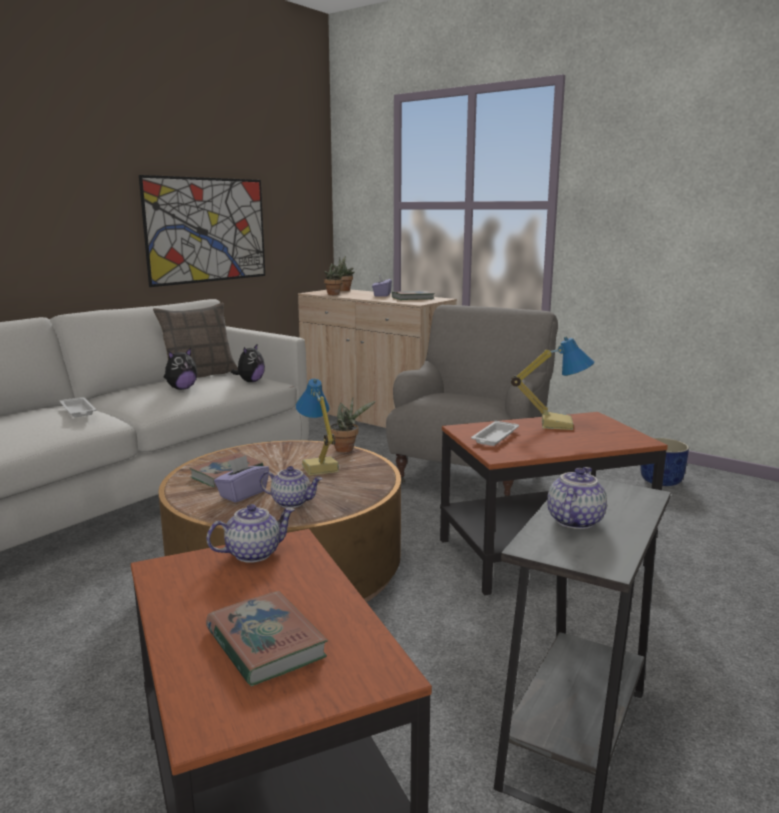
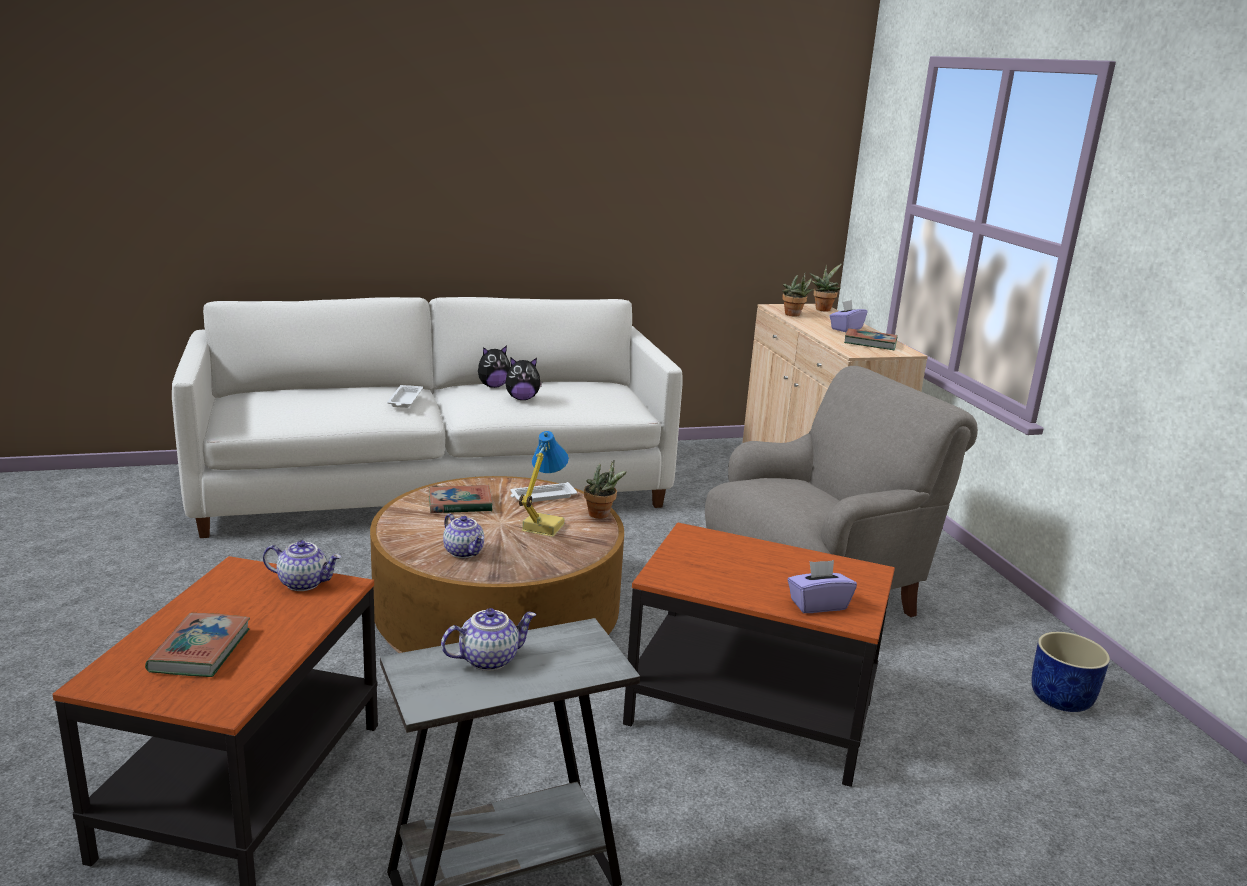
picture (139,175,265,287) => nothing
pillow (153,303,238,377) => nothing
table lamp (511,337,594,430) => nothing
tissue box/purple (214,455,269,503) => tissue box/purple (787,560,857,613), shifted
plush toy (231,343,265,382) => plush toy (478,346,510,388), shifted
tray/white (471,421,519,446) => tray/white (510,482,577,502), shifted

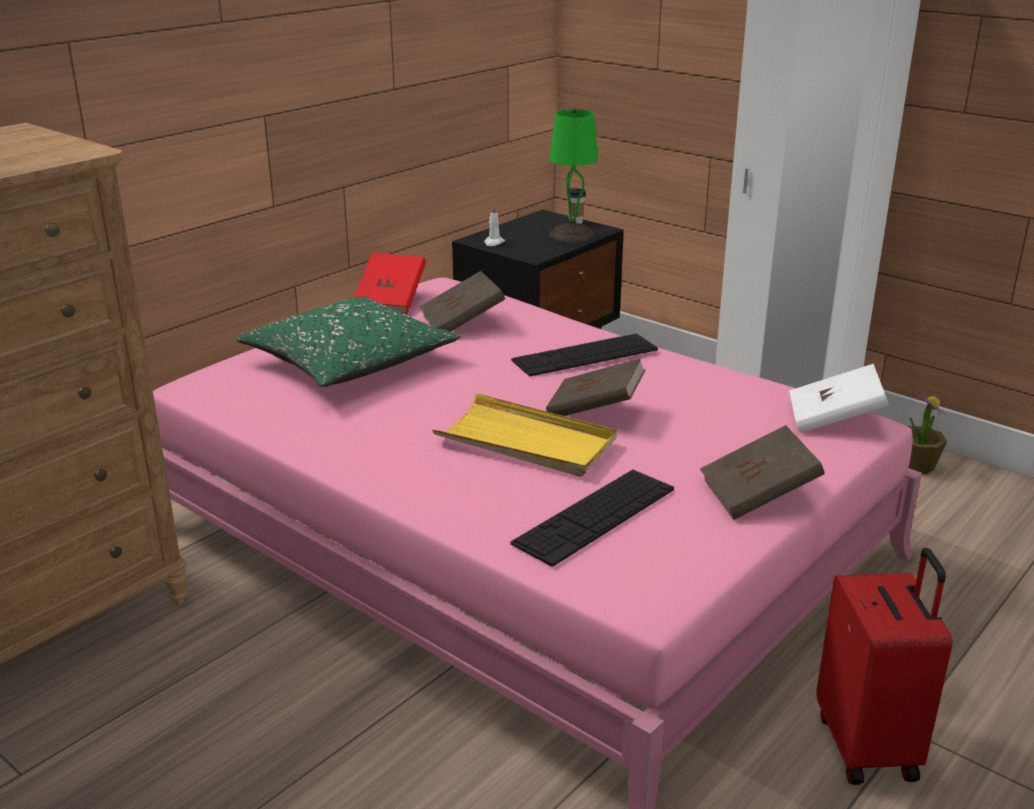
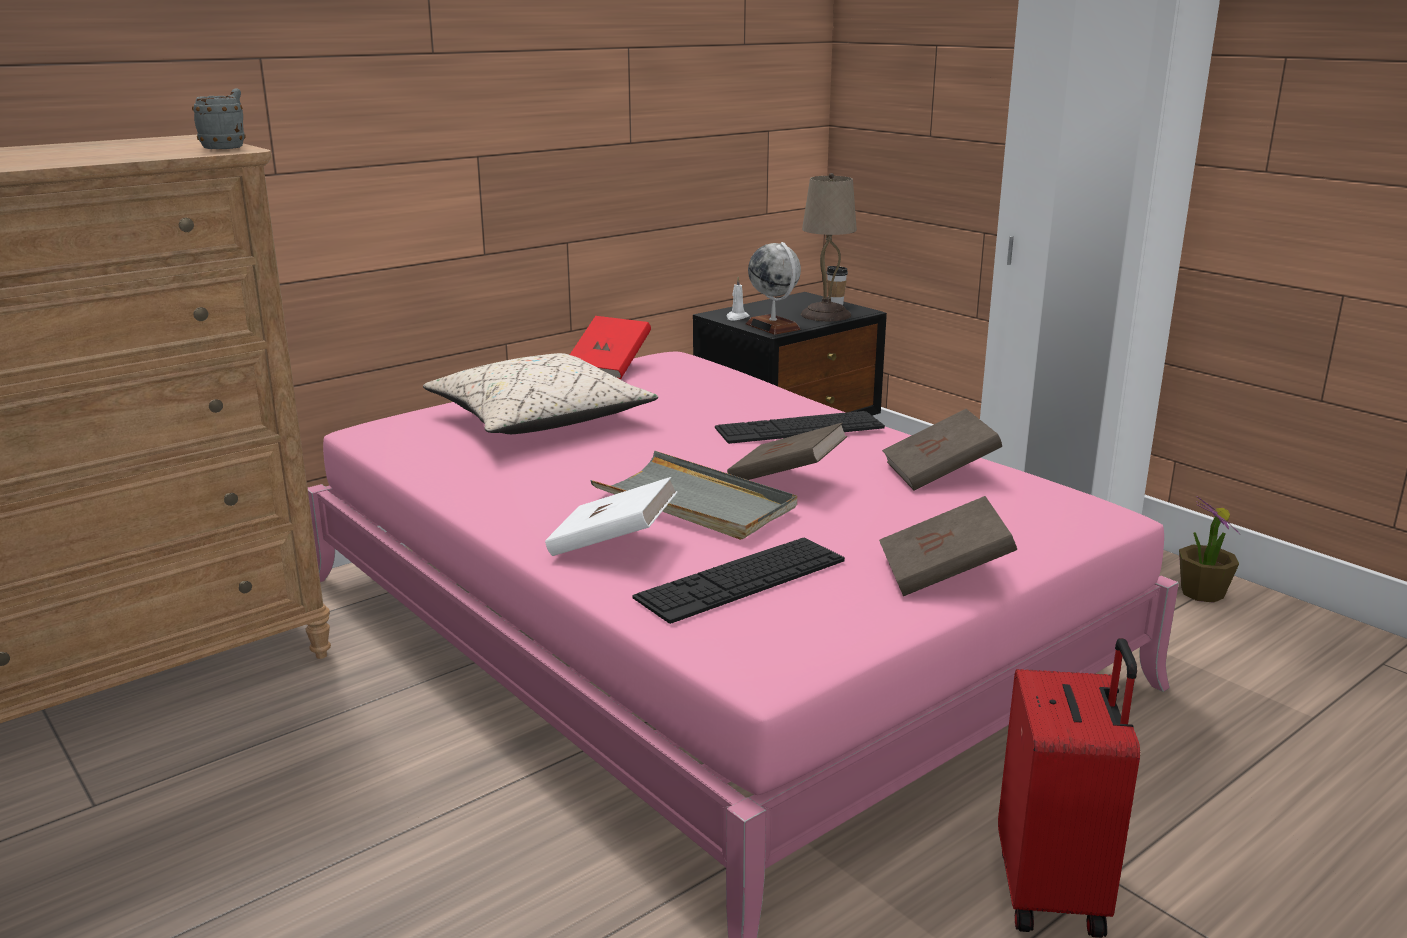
nothing => mug/grey (192,88,246,149)
nothing => globe (746,242,801,335)
book/brown (419,271,505,332) => book/brown (882,409,1002,491), shifted
book/white (789,364,889,433) => book/white (545,477,678,556), shifted
pillow/green (236,296,460,387) => pillow/beige (423,353,659,434)
tray/yellow (432,393,617,477) => tray/grey (590,451,797,540)
table lamp/green (549,108,598,243) => table lamp/beige (801,173,857,321)

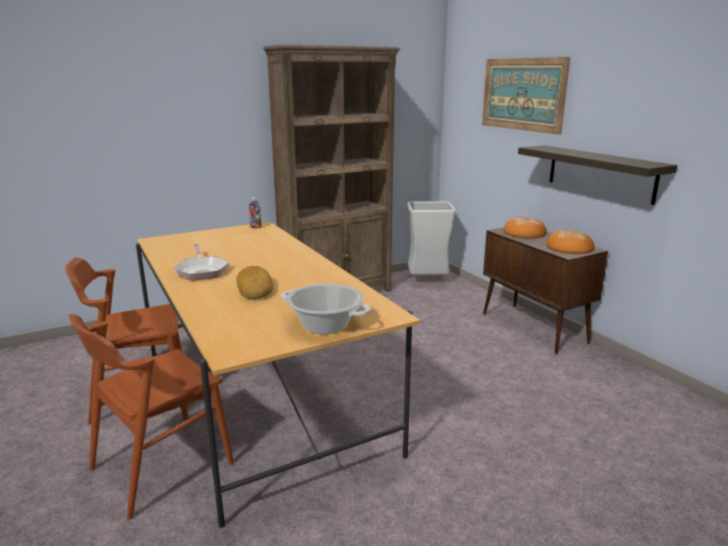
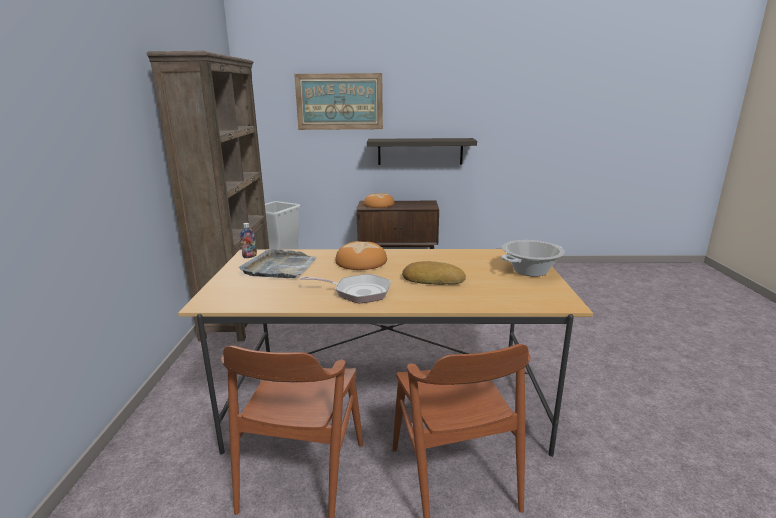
nothing => tray/grey (239,249,317,278)
bread (546,230,594,254) => bread (335,241,387,270), shifted

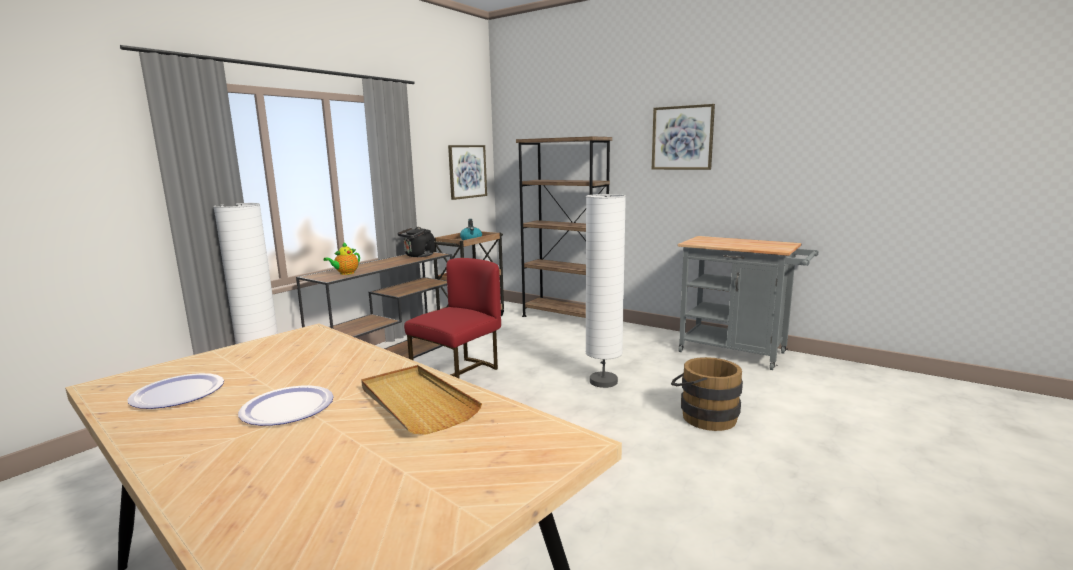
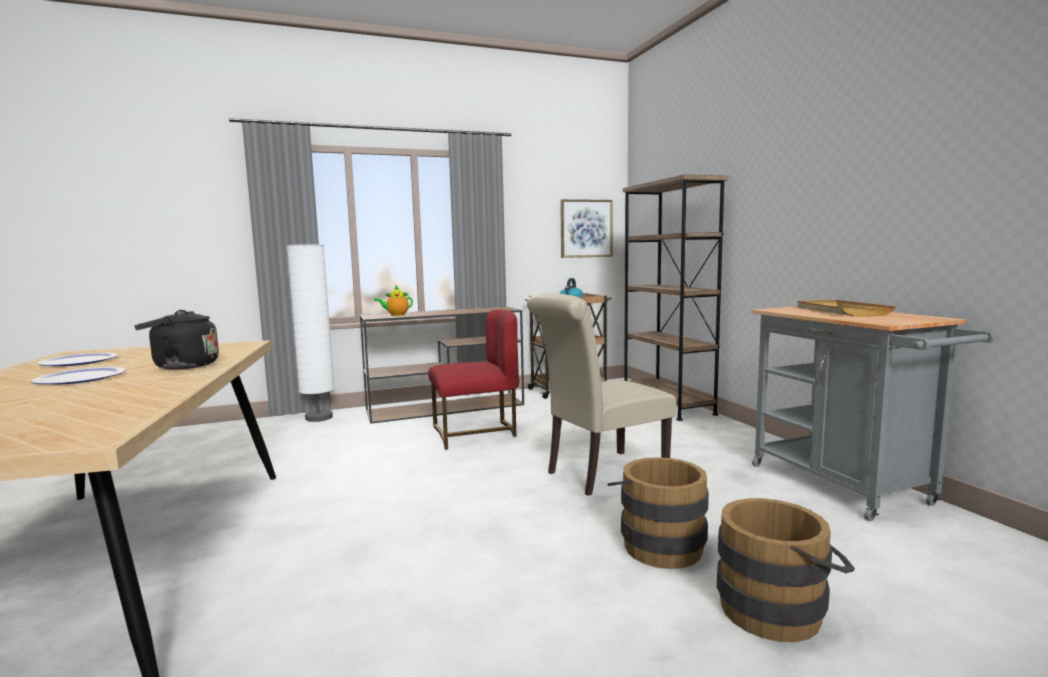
picture (652,104,715,170) => nothing
nothing => bucket/brown (717,498,855,642)
tray/beige (361,365,482,435) => tray/beige (797,300,896,317), shifted
kettle/black (397,227,435,257) => kettle/black (134,310,219,370), shifted
floor lamp/white (585,194,626,388) => chair/beige (527,293,676,496)

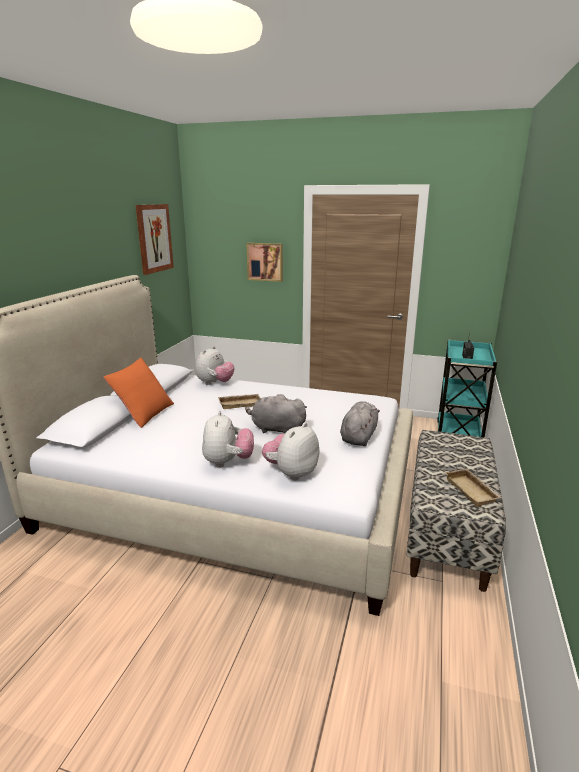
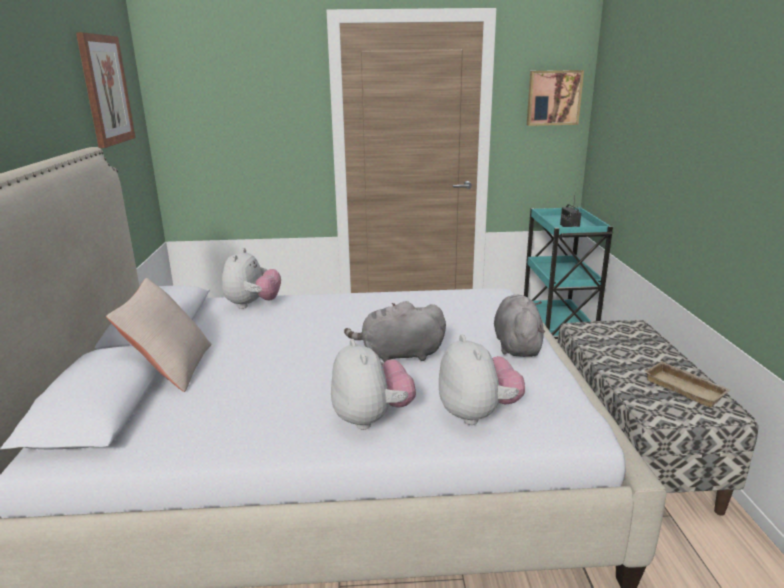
tray/beige (218,394,261,409) => nothing
picture (246,243,283,282) => picture (527,70,584,126), shifted
pillow/orange (104,358,174,428) => pillow/beige (106,277,211,392)
plush toy (262,422,319,481) => plush toy (439,334,525,425), 150 degrees clockwise

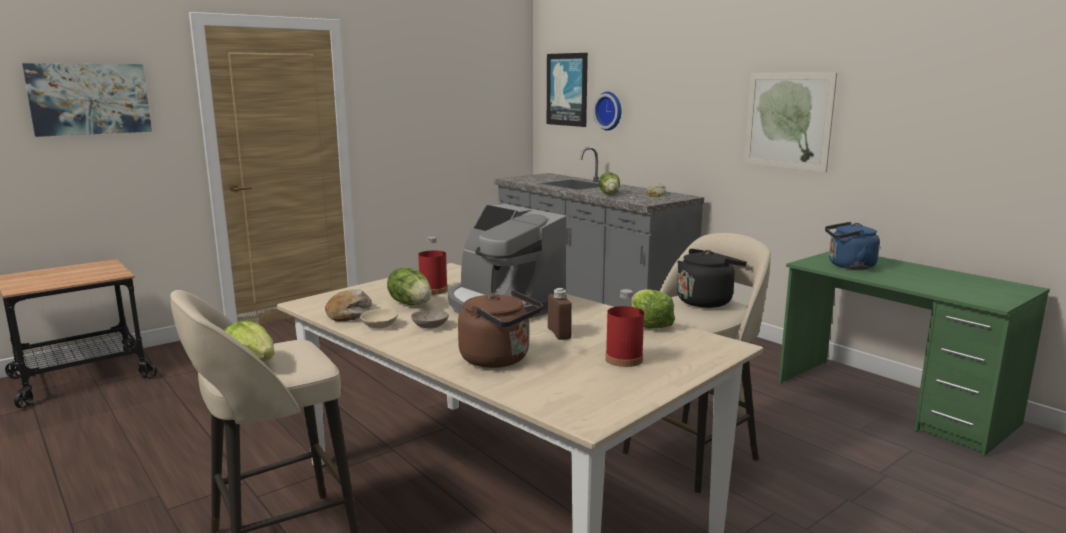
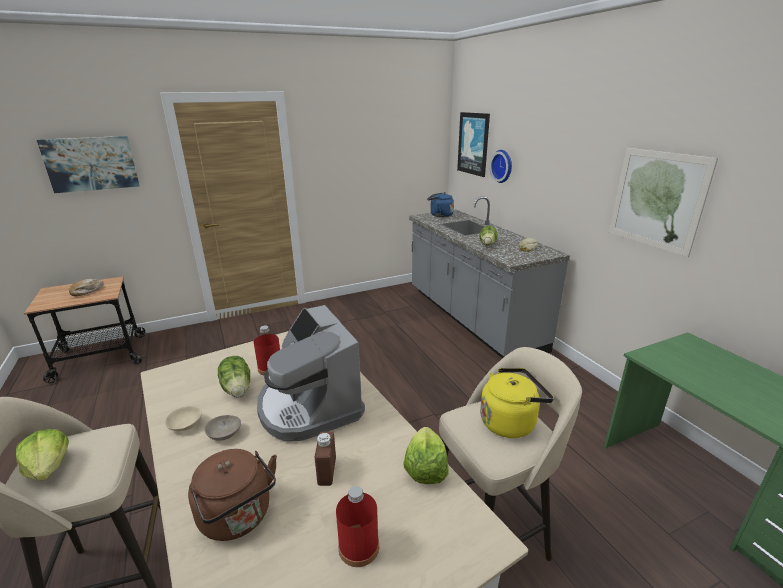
bread (325,289,372,321) => bread (69,279,104,296), shifted
kettle/blue (825,222,880,270) => kettle/blue (427,192,454,217), shifted
kettle/black (677,249,747,308) => kettle/yellow (480,368,554,438)

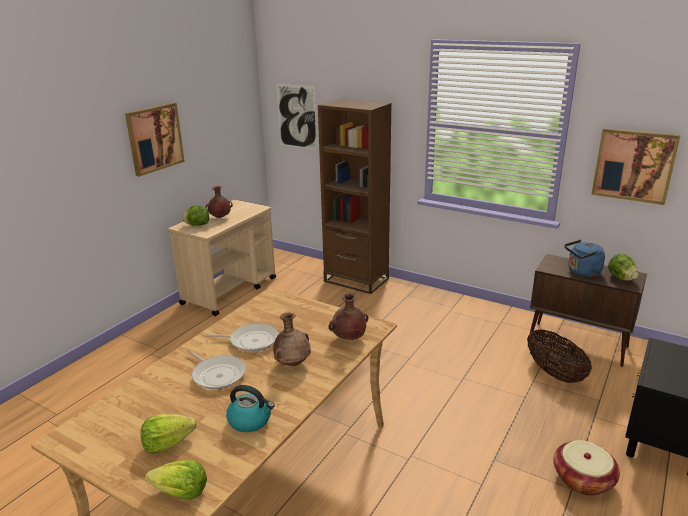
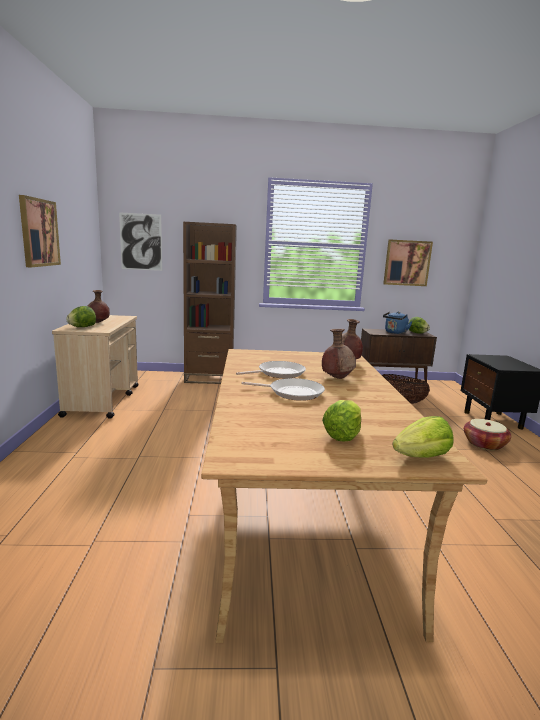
kettle (226,385,274,432) => nothing

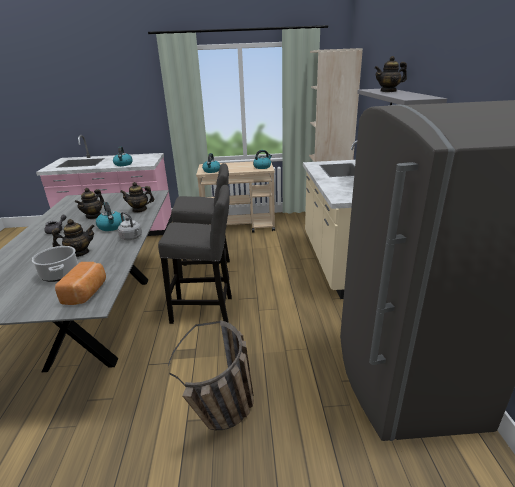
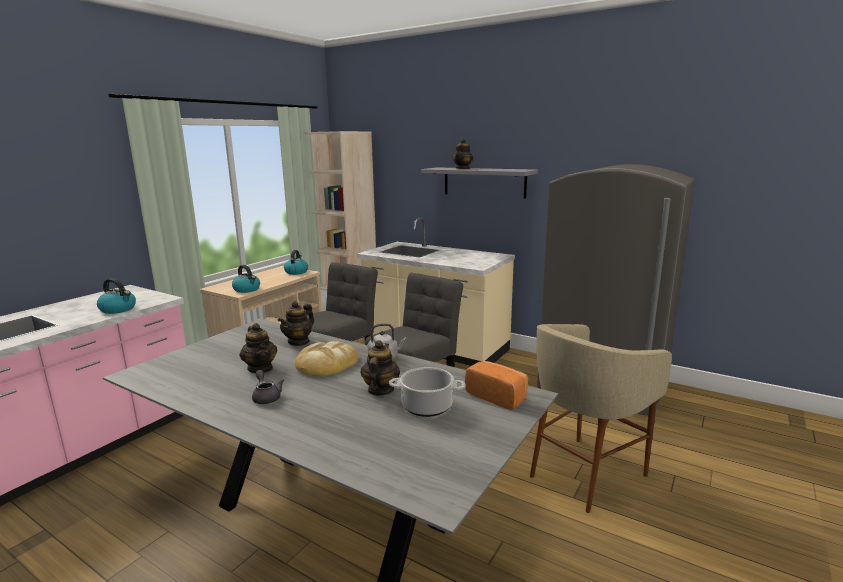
kettle (96,202,125,231) => bread (295,341,359,376)
basket (168,320,254,430) => stool/beige (530,324,672,513)

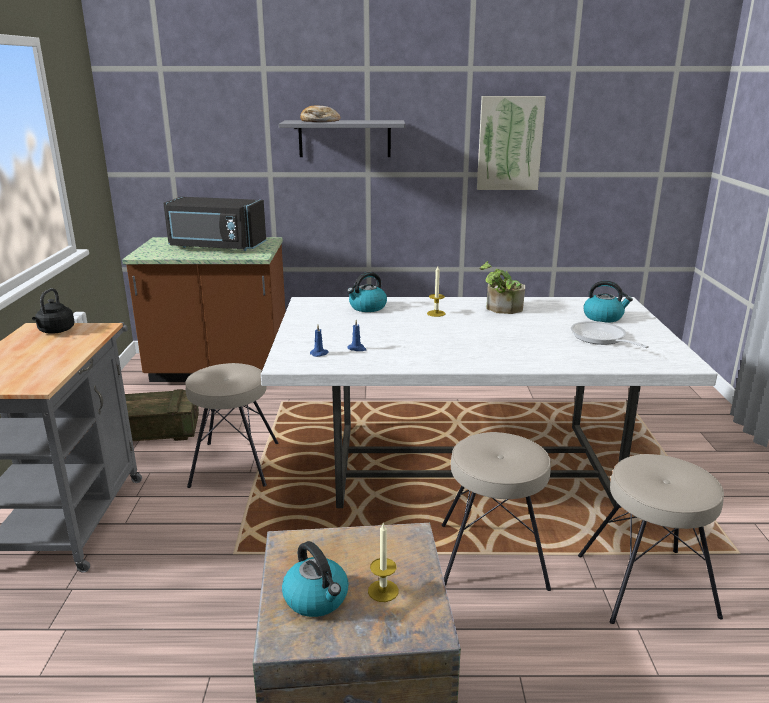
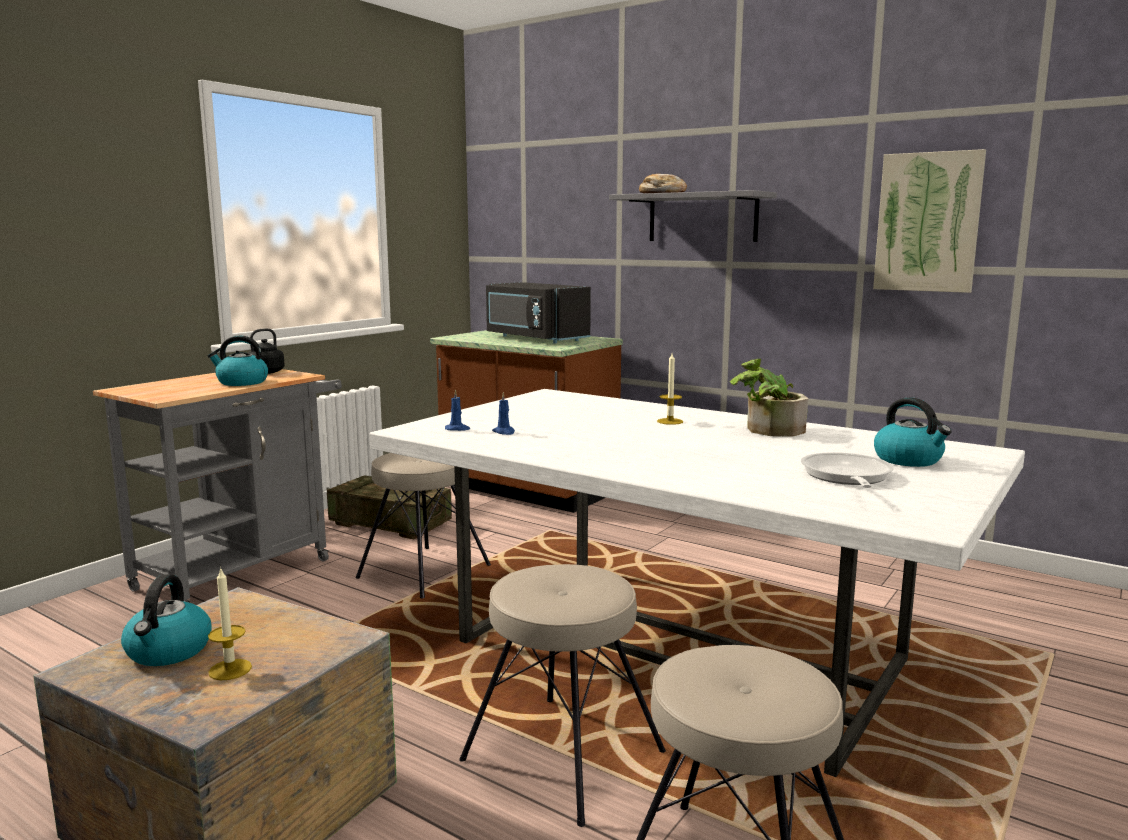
kettle (347,272,387,312) => kettle (208,336,268,386), shifted

